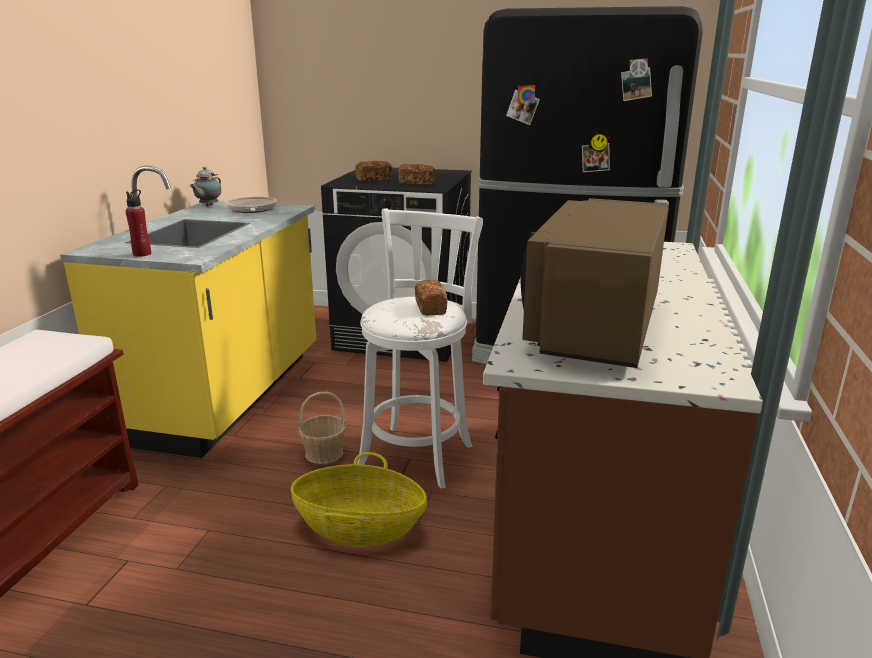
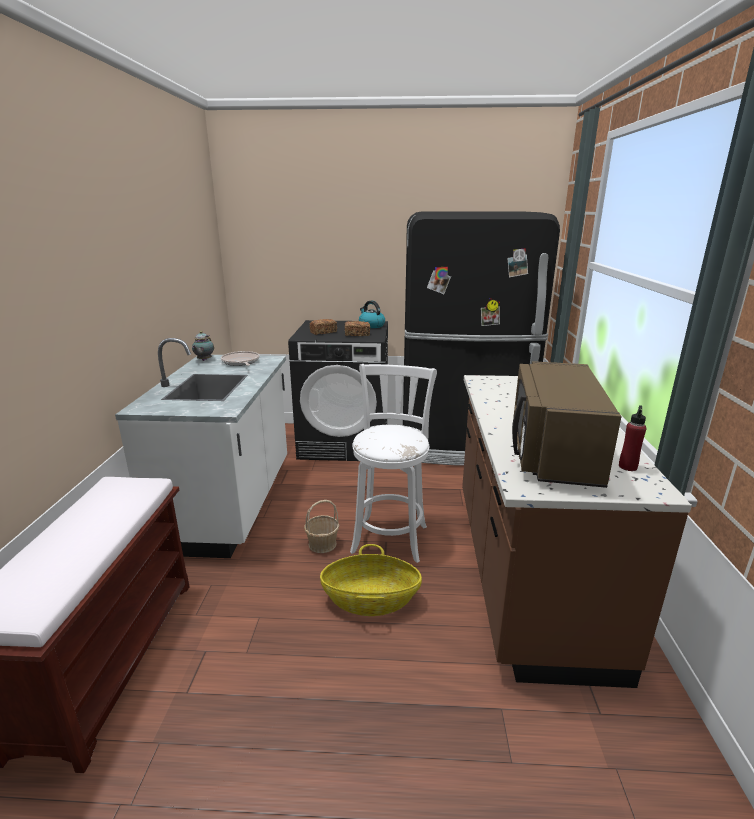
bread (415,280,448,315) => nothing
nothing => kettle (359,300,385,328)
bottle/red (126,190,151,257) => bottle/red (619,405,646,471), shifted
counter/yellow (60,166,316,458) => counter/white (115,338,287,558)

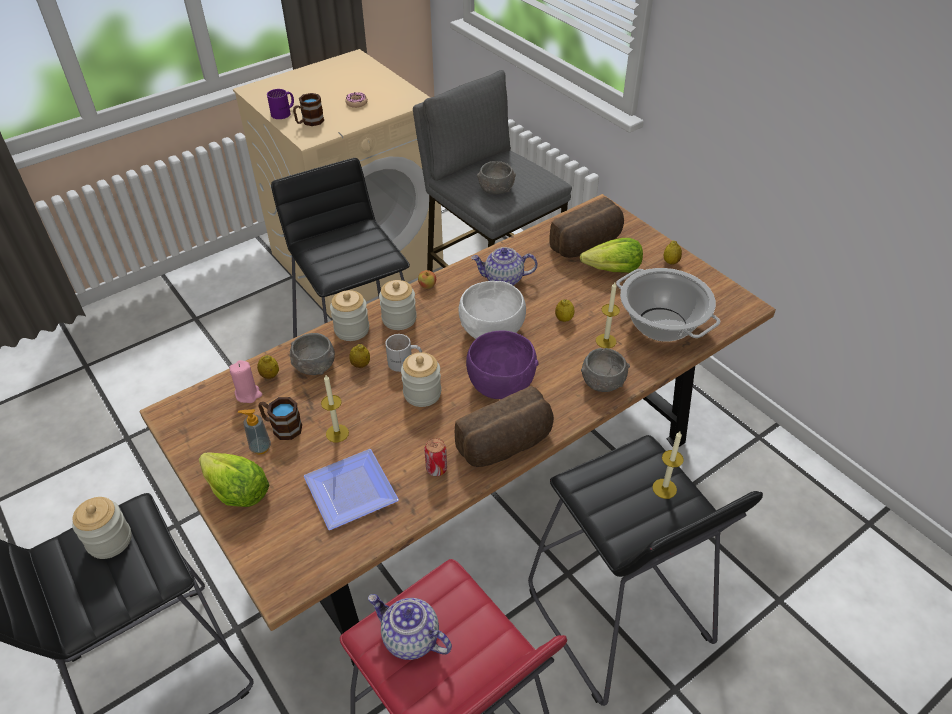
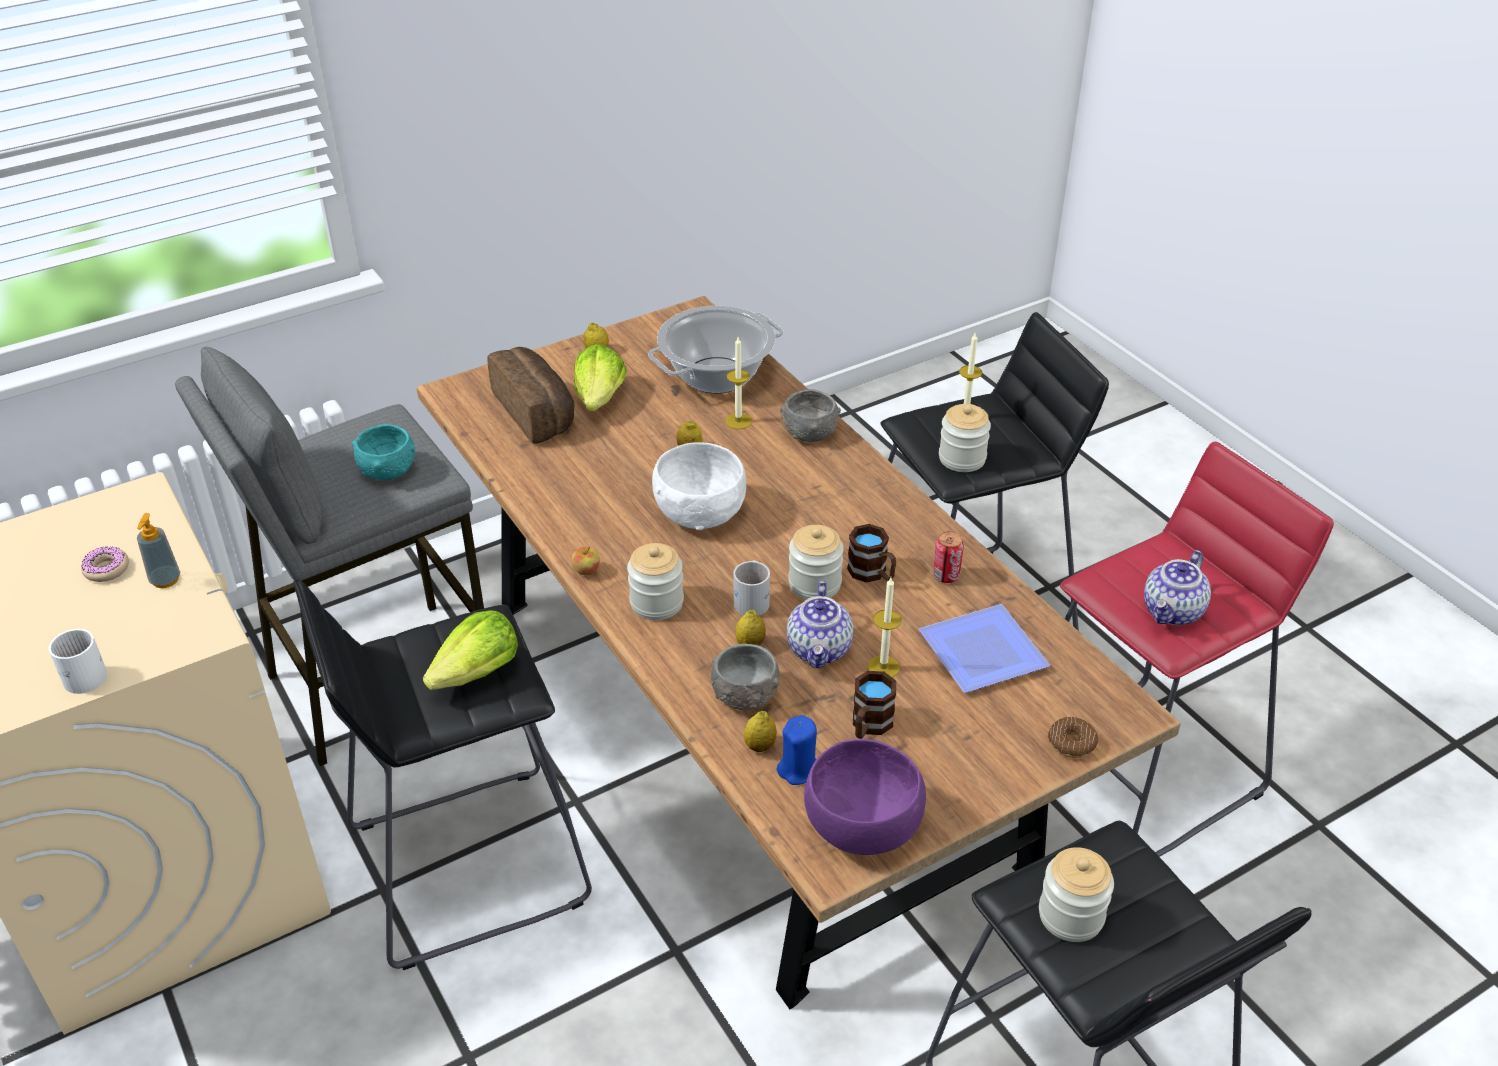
bread (455,386,554,467) => nothing
nothing => donut (1048,717,1098,758)
lettuce (199,452,269,507) => lettuce (423,610,518,690), shifted
soap dispenser (238,409,271,454) => soap dispenser (137,513,180,588), shifted
mug/brown (293,93,324,126) => mug/brown (847,524,896,583), shifted
jar (330,290,369,341) => jar (939,404,991,472), shifted
bowl/purple (466,331,538,399) => bowl/purple (804,739,926,855), shifted
teapot (471,247,537,286) => teapot (787,581,853,669), shifted
candle/pink (229,360,262,403) => candle/blue (777,715,817,785)
mug/purple (267,89,294,119) => mug/white (49,629,107,694)
bowl/grey (477,161,516,195) => bowl/turquoise (352,424,415,480)

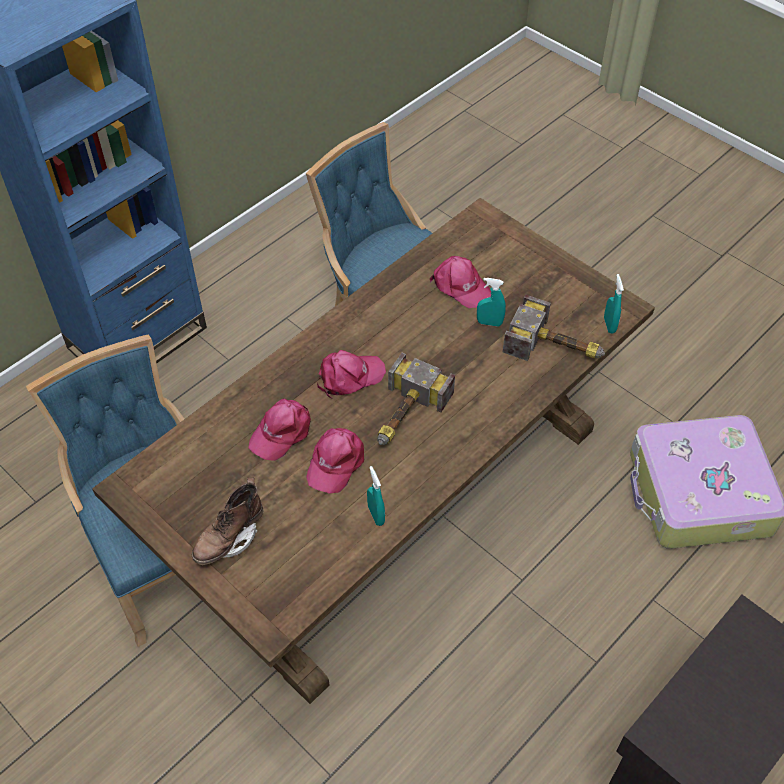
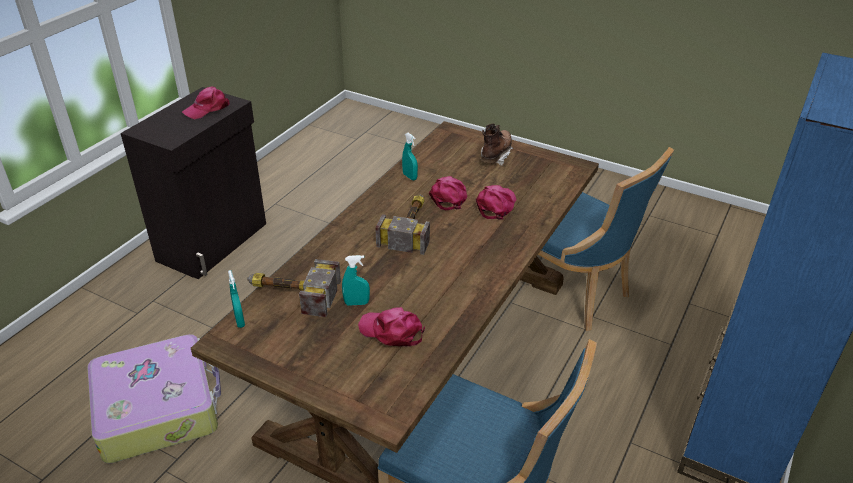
cap/pink (317,350,386,398) => cap/pink (182,86,230,119), shifted

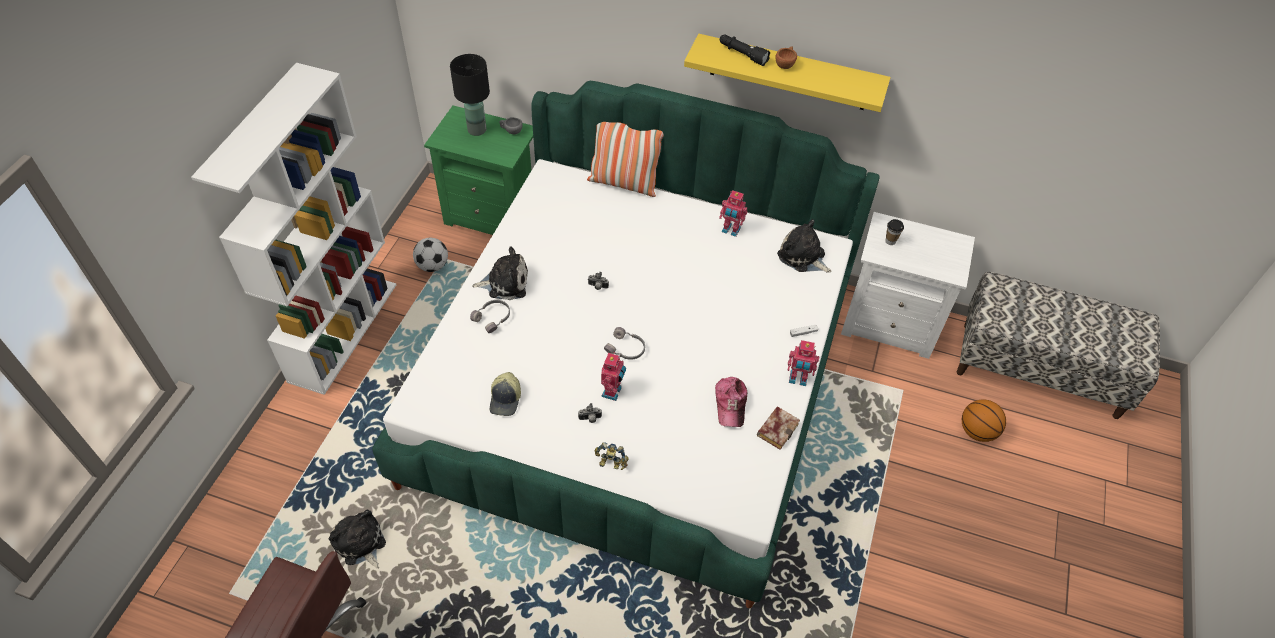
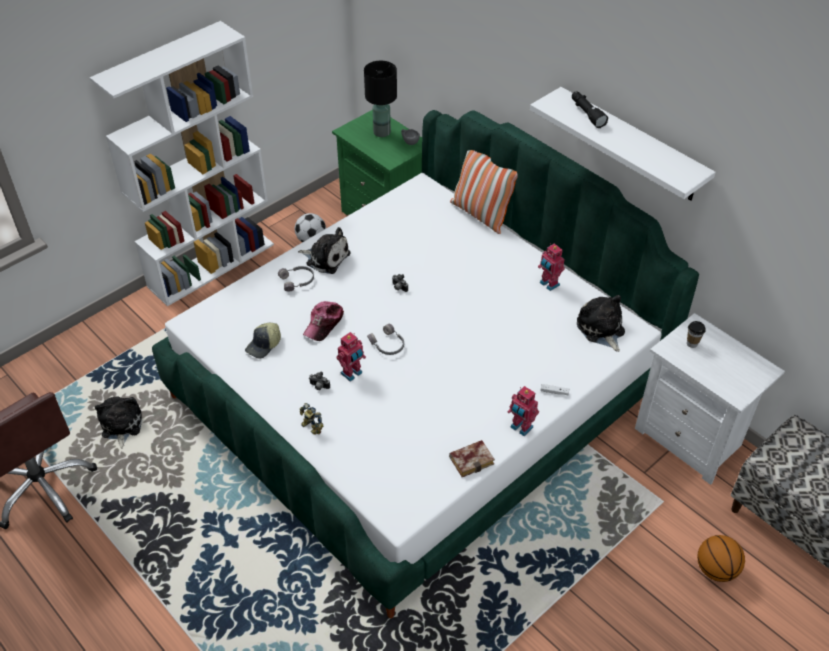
cup/brown (776,46,797,69) => nothing
cap (715,377,747,427) => cap (303,301,344,341), shifted
shelf/yellow (684,34,891,112) => shelf/white (530,87,716,201)

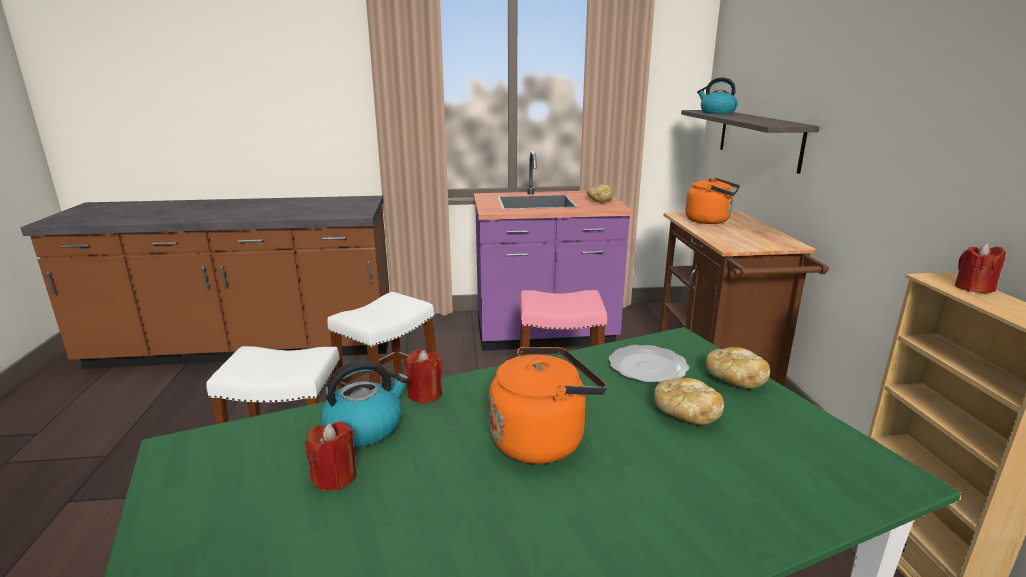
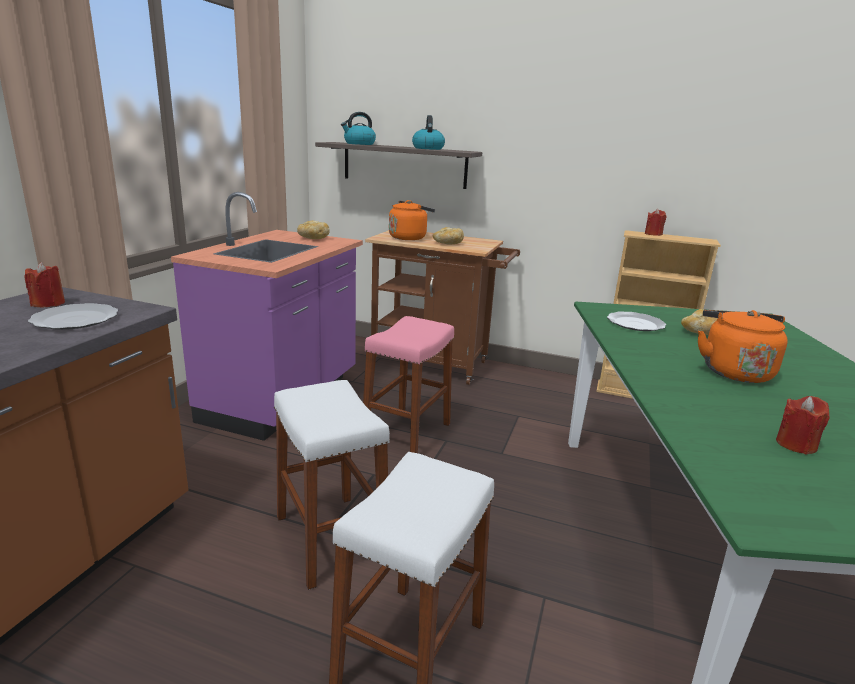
nothing => plate (28,303,118,330)
kettle (321,360,409,447) => kettle (412,115,445,150), shifted
candle/red (406,350,443,404) => candle/red (24,262,65,307), shifted
bread (706,347,770,389) => bread (433,227,464,245), shifted

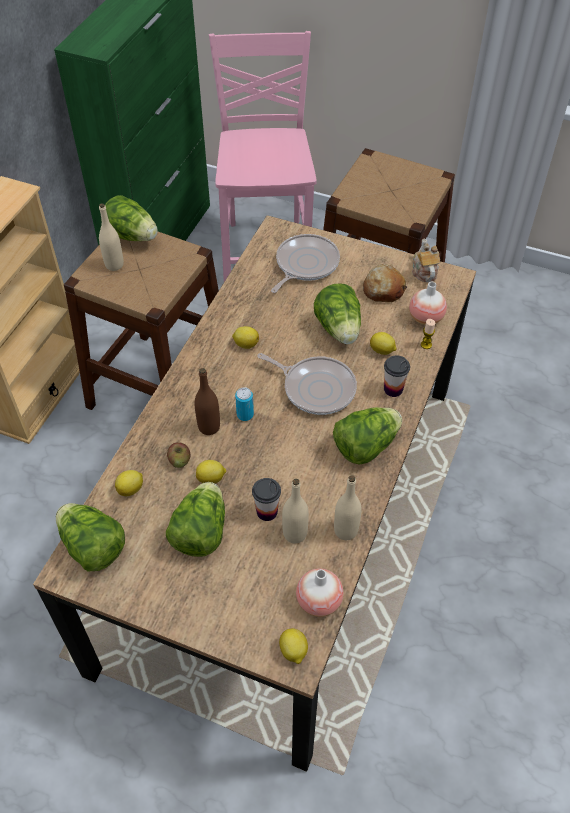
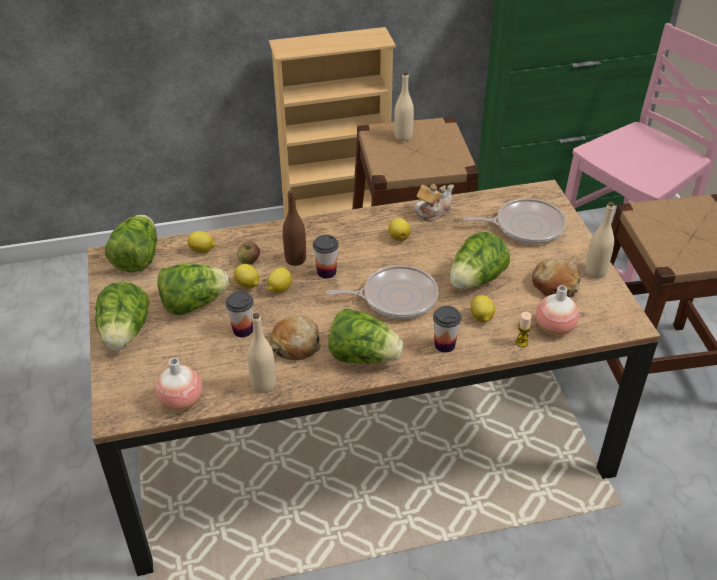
nothing => bread (270,316,321,361)
lettuce (101,195,158,241) => lettuce (95,282,150,350), shifted
lemon (279,628,308,664) => lemon (267,268,292,293), shifted
bottle/beige (282,479,309,543) => bottle/beige (585,202,615,278), shifted
teapot (412,238,440,282) => teapot (414,184,454,222), shifted
can (235,387,254,421) => cup (313,235,339,279)
frying pan (257,353,357,415) => frying pan (326,265,438,319), 90 degrees counterclockwise

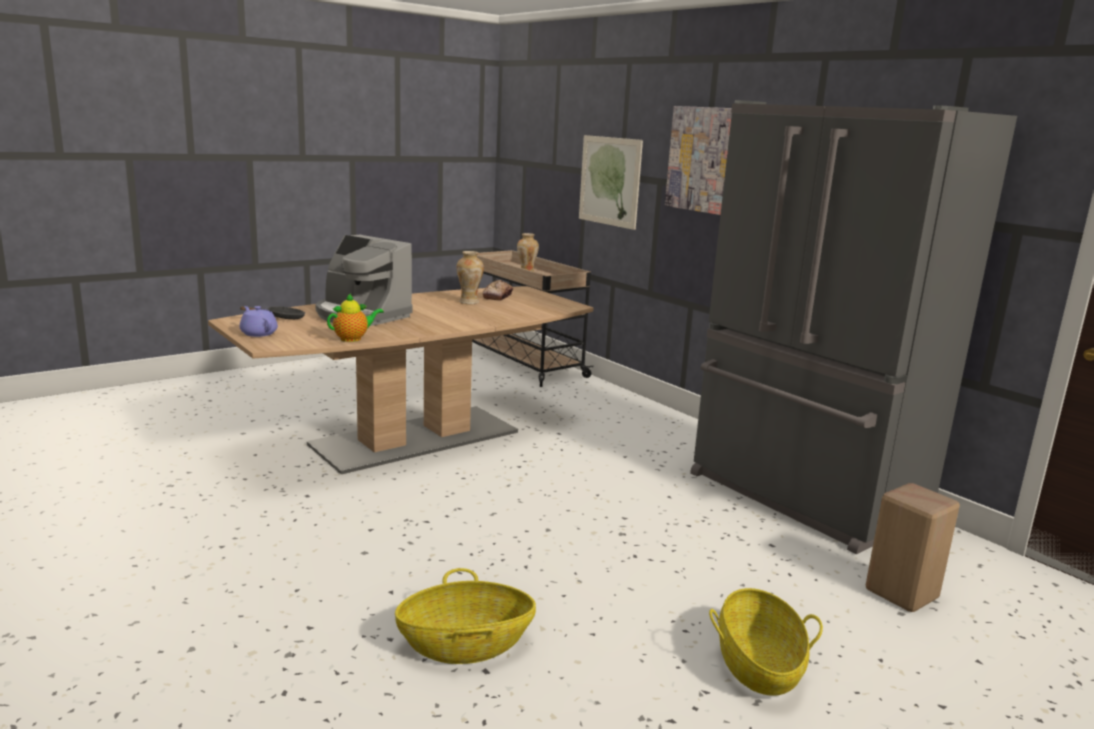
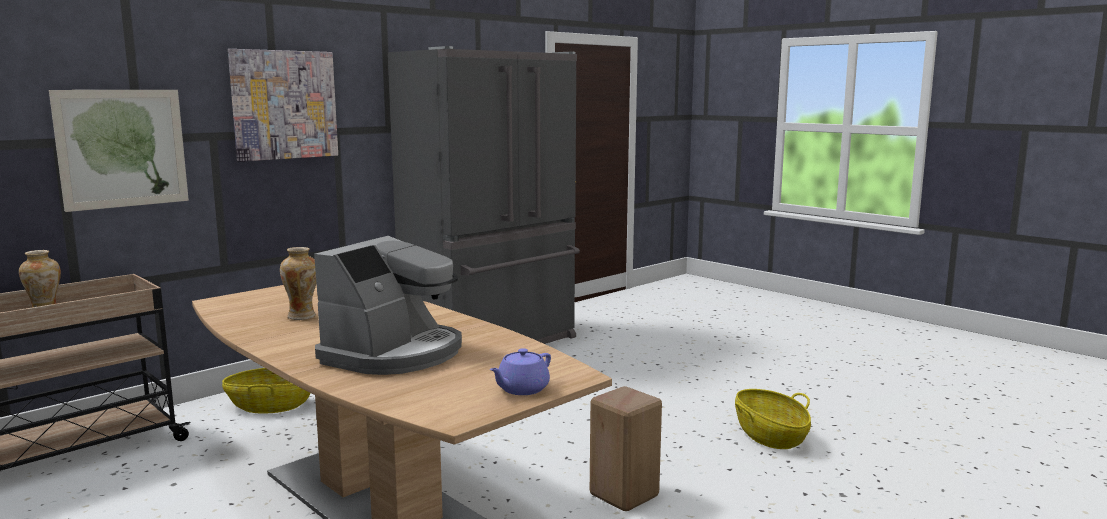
frying pan/black (239,306,305,319) => nothing
teapot (327,293,384,342) => nothing
bread (483,280,513,301) => nothing
basket (709,588,823,696) => basket (222,368,311,414), shifted
stool/beige (866,483,960,612) => stool/beige (590,386,662,511), shifted

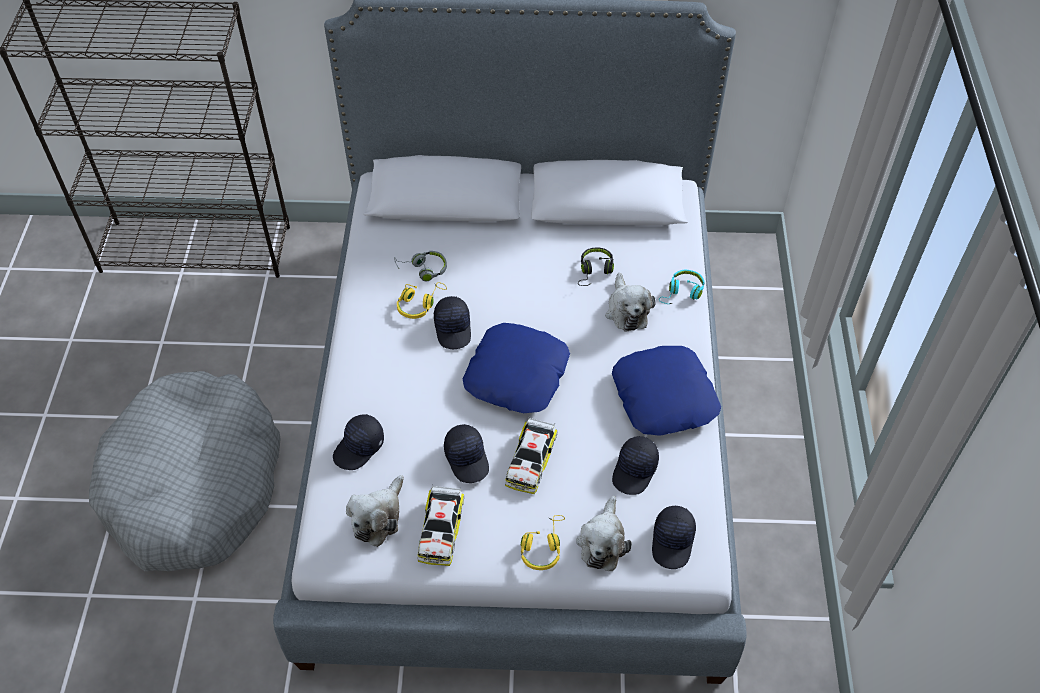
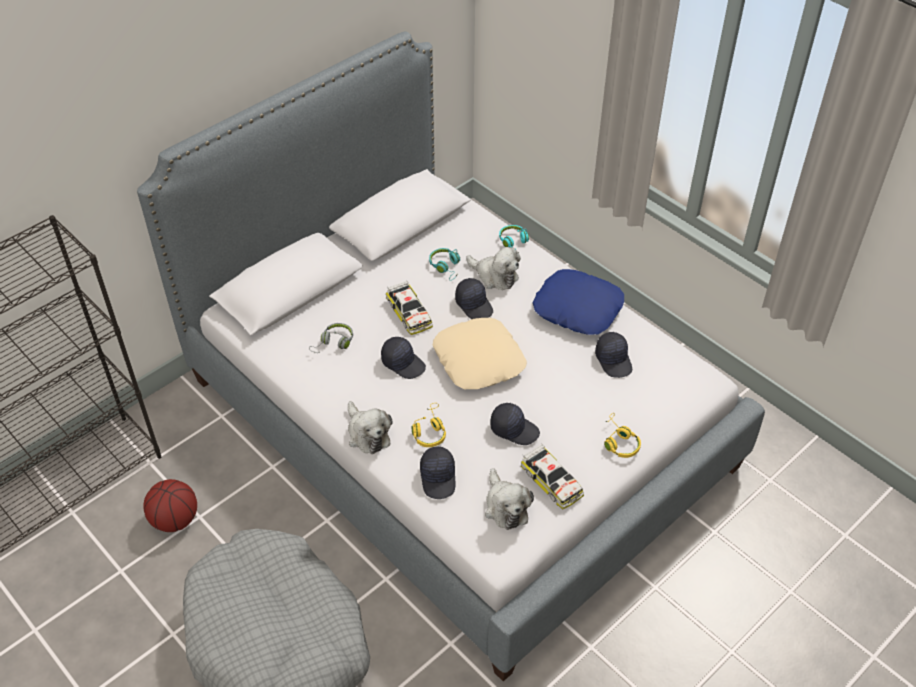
nothing => basketball (143,479,197,532)
headphones/yellow (397,282,447,319) => headphones/yellow (412,403,446,447), shifted
toy car (505,418,558,494) => toy car (386,280,433,335), shifted
plush toy (576,496,632,571) => plush toy (348,401,393,454), shifted
cap/black (652,506,696,569) => cap/black (455,278,493,319), shifted
pillow/blue (463,323,570,413) => pillow/beige (433,318,527,389)
headphones/black (578,248,614,286) => headphones/turquoise (429,248,460,281)

